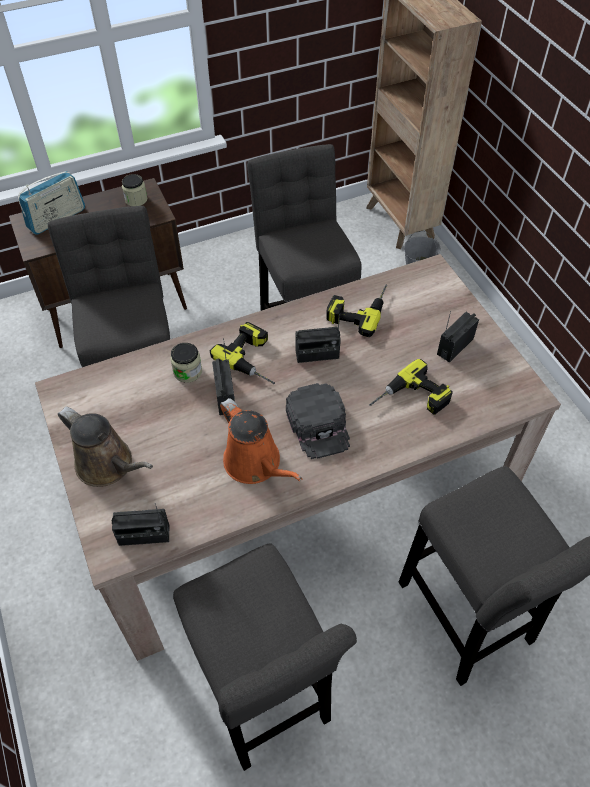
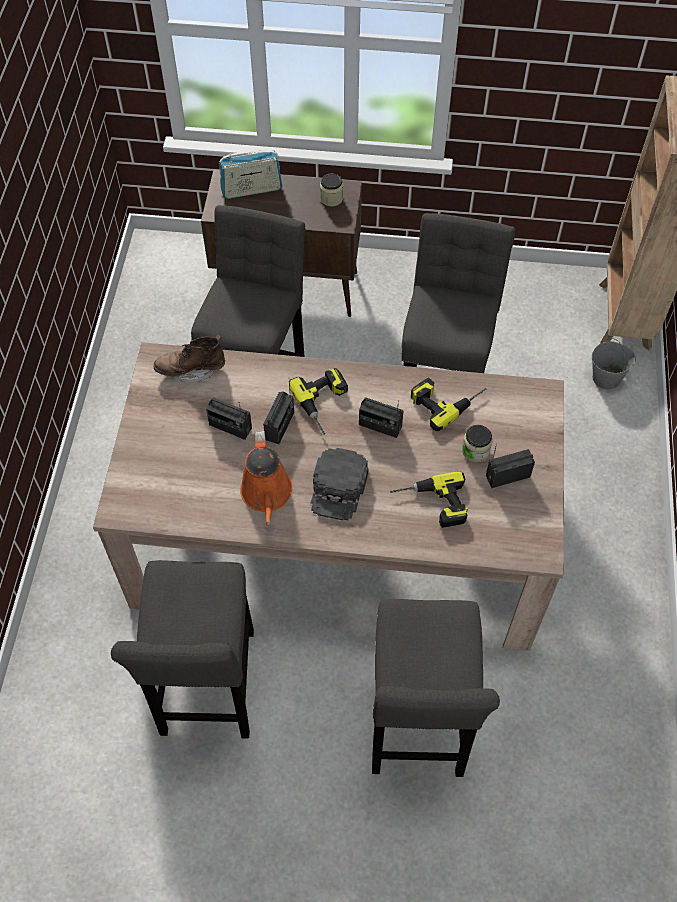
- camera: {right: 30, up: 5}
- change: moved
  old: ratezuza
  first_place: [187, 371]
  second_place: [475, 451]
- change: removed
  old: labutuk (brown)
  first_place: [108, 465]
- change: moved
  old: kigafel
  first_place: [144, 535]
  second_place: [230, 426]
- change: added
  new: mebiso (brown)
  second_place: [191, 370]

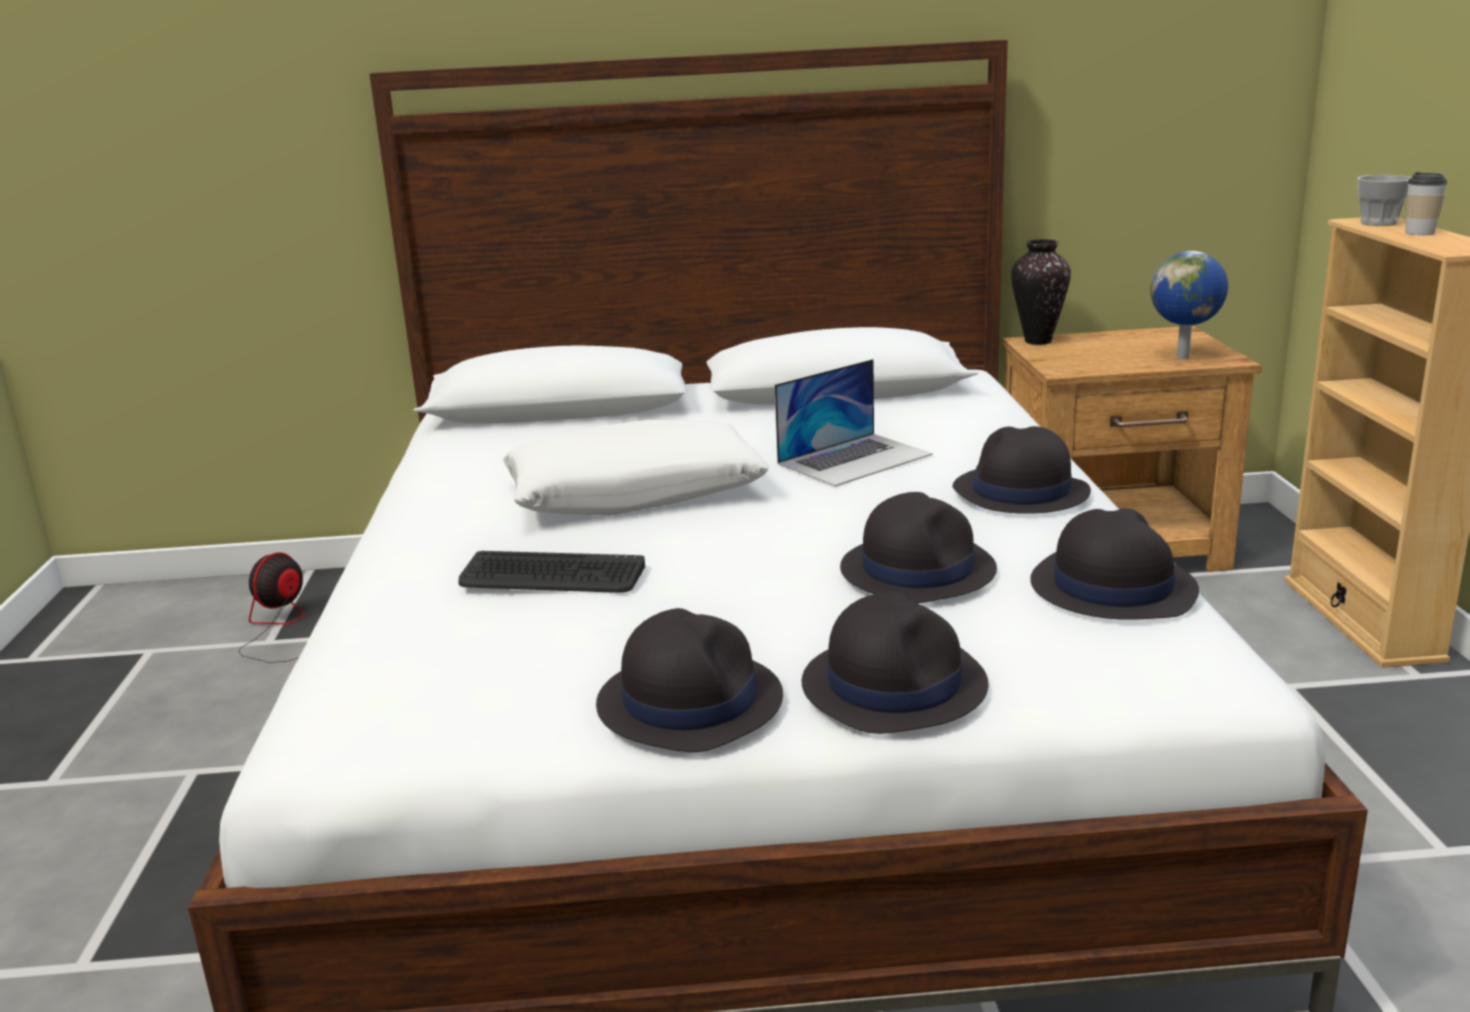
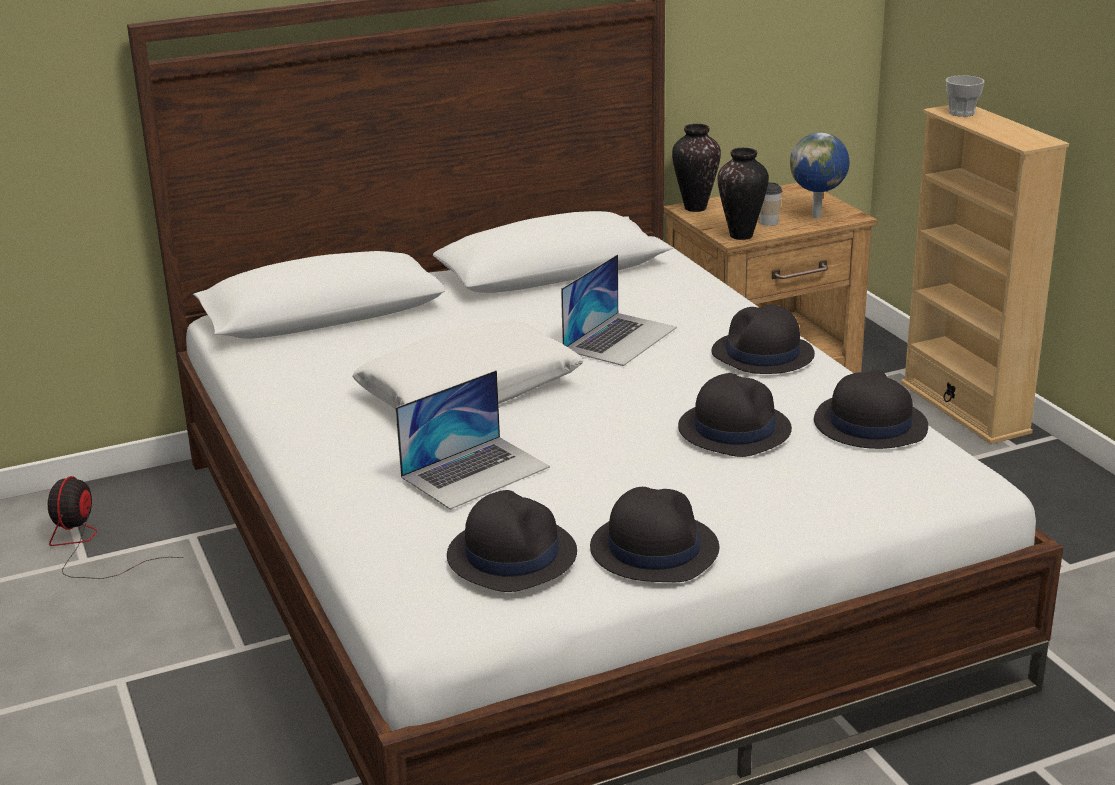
- camera: {right: -20, up: 5}
- change: moved
  old: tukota
  first_place: [1419, 233]
  second_place: [768, 222]
- change: replaced
  old: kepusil
  new: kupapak
  first_place: [551, 576]
  second_place: [475, 472]
- change: moved
  old: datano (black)
  first_place: [894, 684]
  second_place: [511, 554]
- change: added
  new: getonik
  second_place: [741, 236]

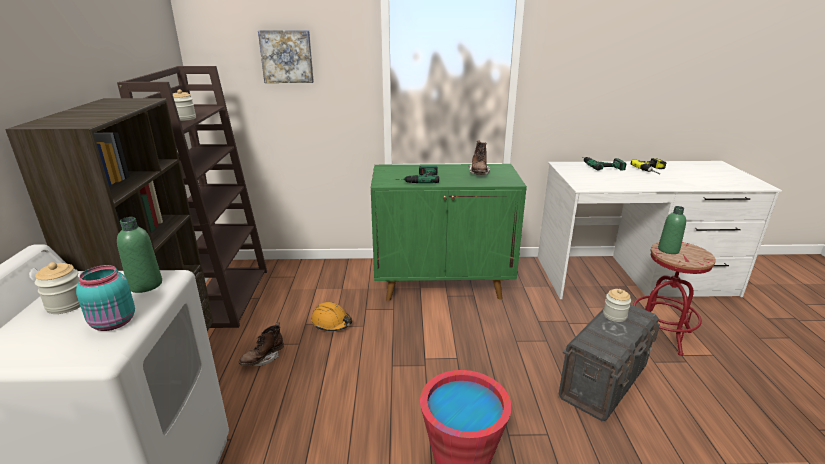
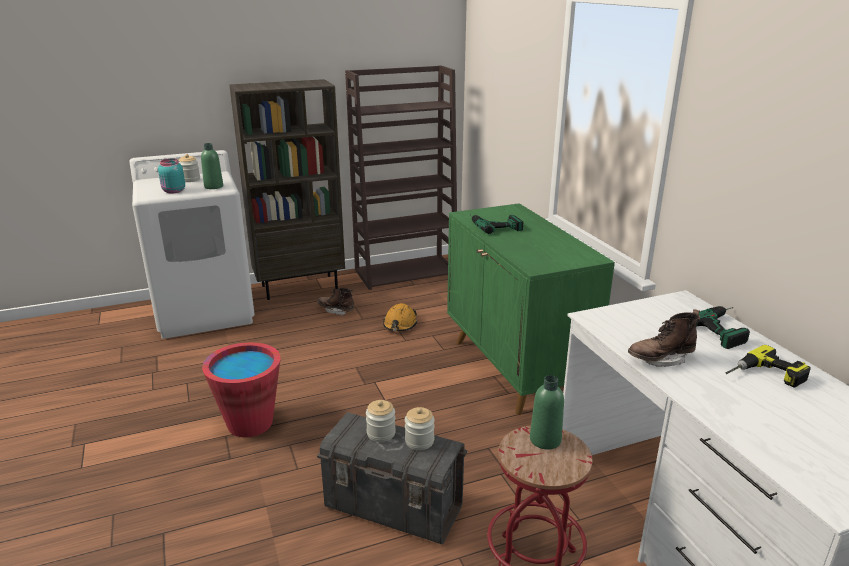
- camera: {right: 70, up: 0}
- change: removed
  old: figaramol
  first_place: [287, 56]
- change: moved
  old: ratezuza
  first_place: [185, 118]
  second_place: [381, 433]
- change: moved
  old: mebiso (brown)
  first_place: [479, 173]
  second_place: [660, 359]

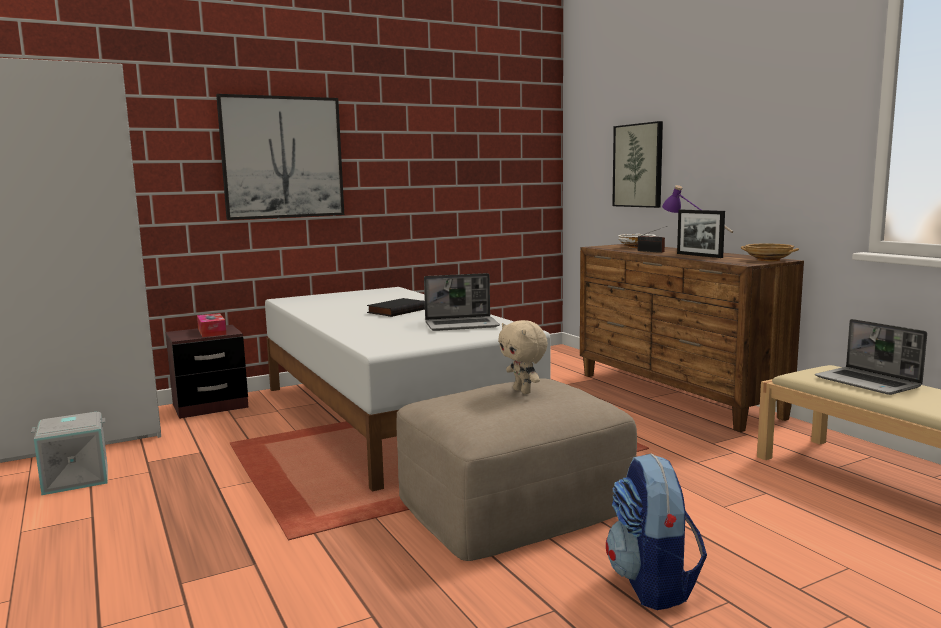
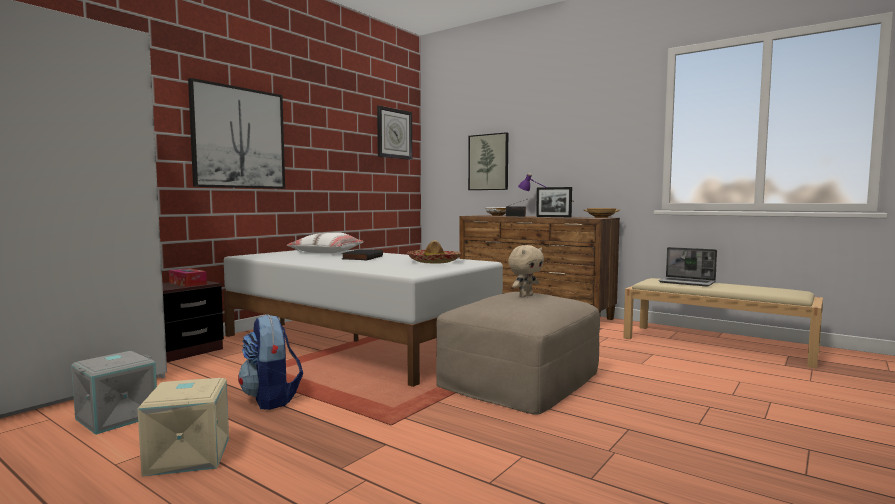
- camera: {right: -25, up: -5}
- change: replaced
  old: kupapak
  new: datano
  first_place: [462, 325]
  second_place: [434, 262]
- change: turned
  old: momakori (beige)
  first_place: [523, 391]
  second_place: [525, 296]
  degrees: -75
- change: moved
  old: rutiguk
  first_place: [653, 584]
  second_place: [271, 399]
- change: added
  new: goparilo
  second_place: [394, 133]
- change: added
  new: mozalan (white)
  second_place: [326, 252]
- change: added
  new: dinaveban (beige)
  second_place: [186, 456]

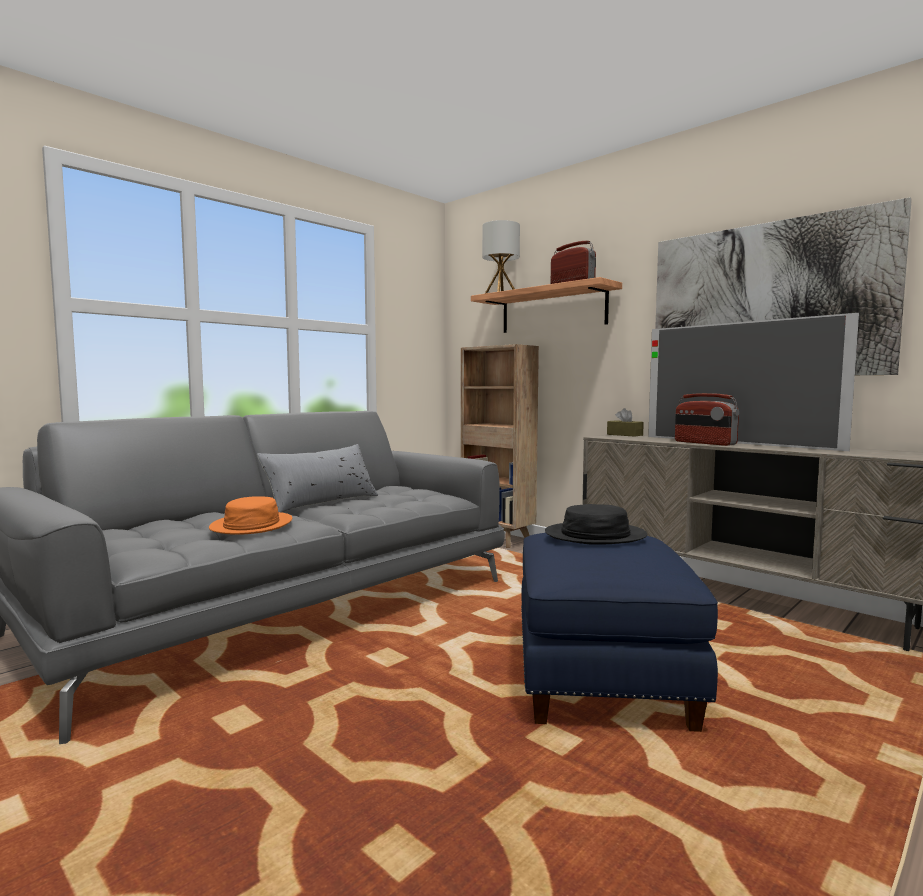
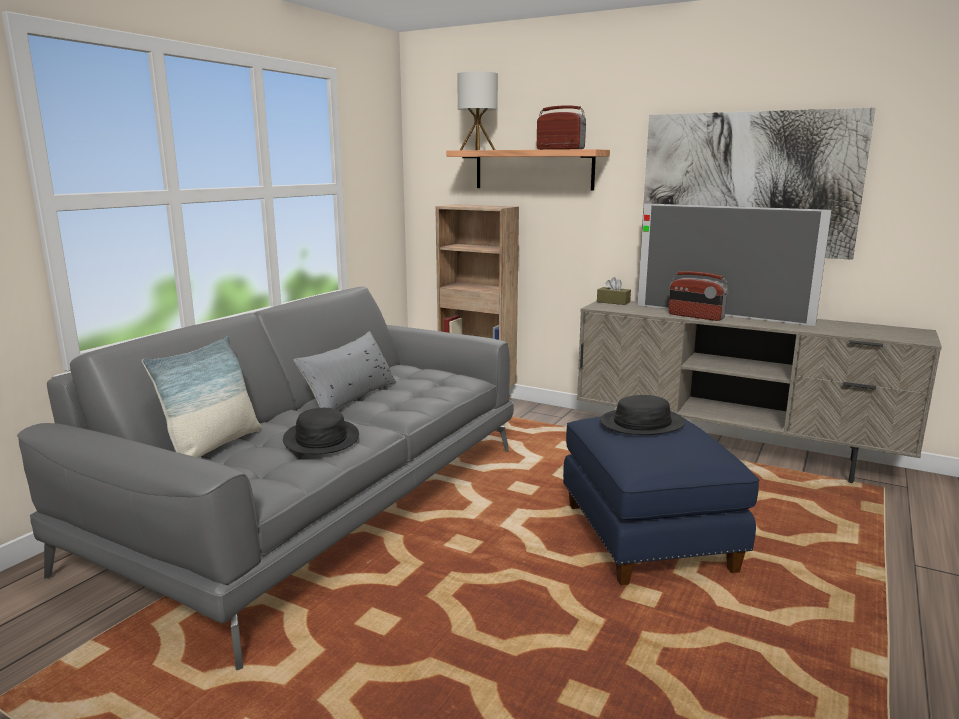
- camera: {right: -15, up: 10}
- change: recoloured
  old: datano (orange)
  new: datano (black)
  first_place: [251, 525]
  second_place: [321, 438]
- change: added
  new: mozalan
  second_place: [213, 446]

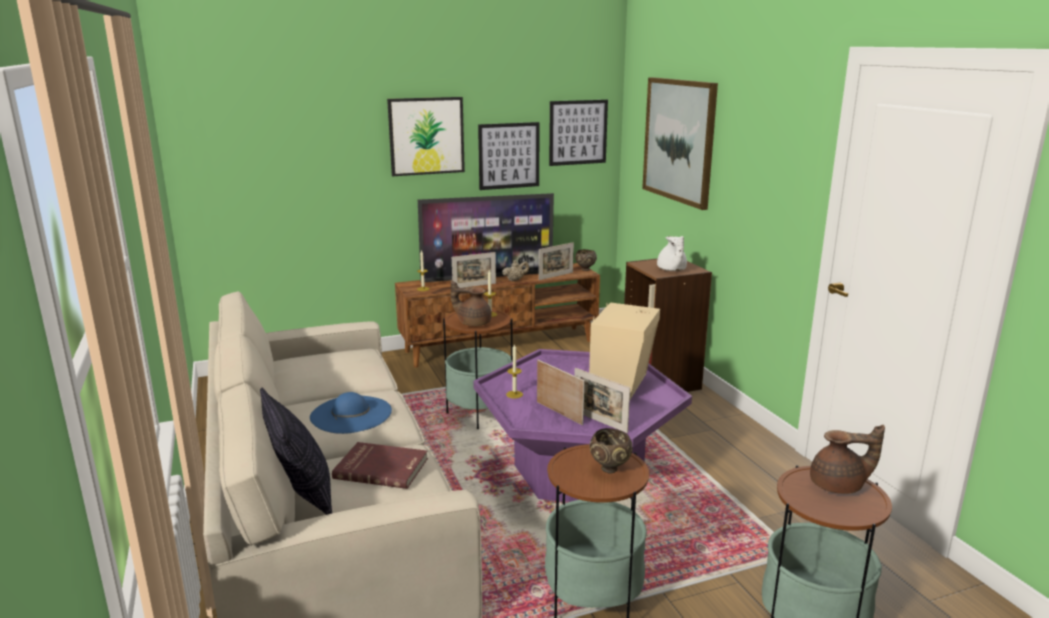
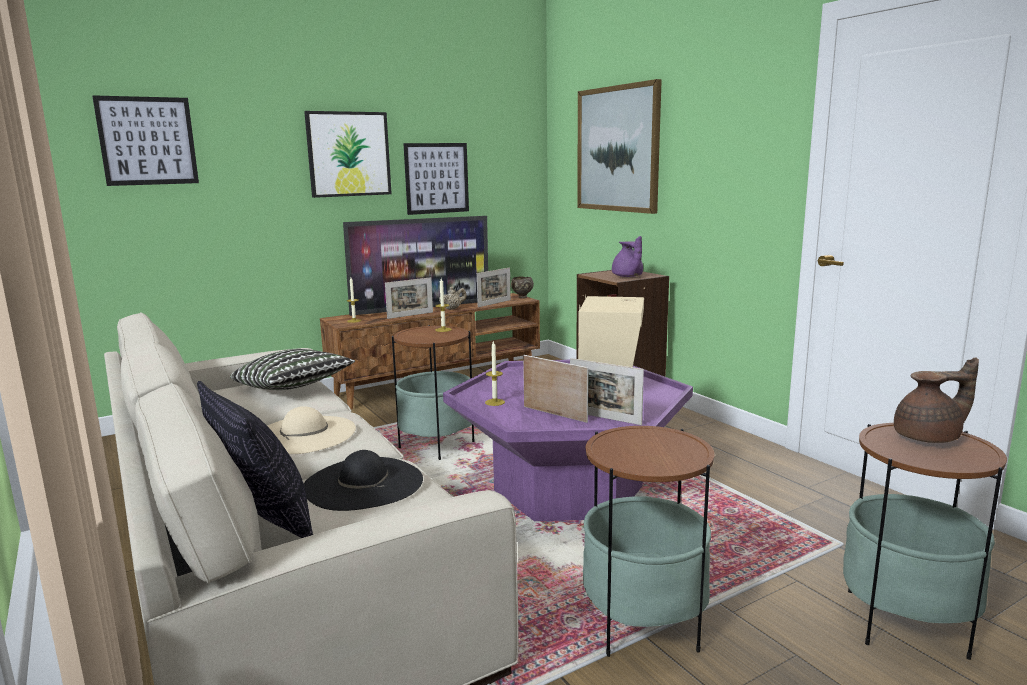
- camera: {right: -10, up: -5}
- change: moved
  old: figaramol
  first_place: [578, 132]
  second_place: [147, 141]
- change: recoloured
  old: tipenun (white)
  new: tipenun (purple)
  first_place: [671, 270]
  second_place: [627, 276]
- change: removed
  old: tipenun (brown)
  first_place: [473, 322]
- change: recoloured
  old: datano (blue)
  new: datano (beige)
  first_place: [351, 414]
  second_place: [304, 434]
- change: removed
  old: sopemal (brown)
  first_place: [610, 469]
- change: replaced
  old: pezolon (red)
  new: datano (black)
  first_place: [382, 467]
  second_place: [363, 483]
- change: added
  new: mozalan
  second_place: [293, 388]

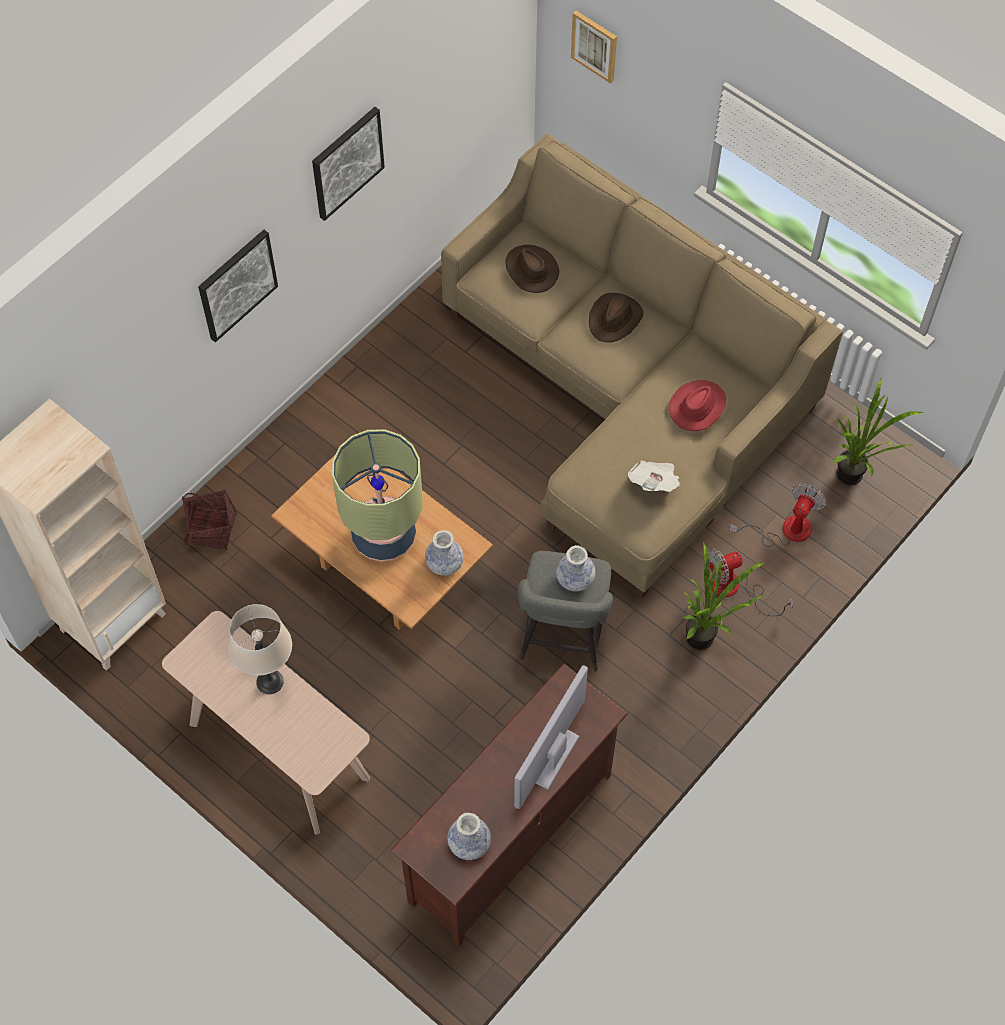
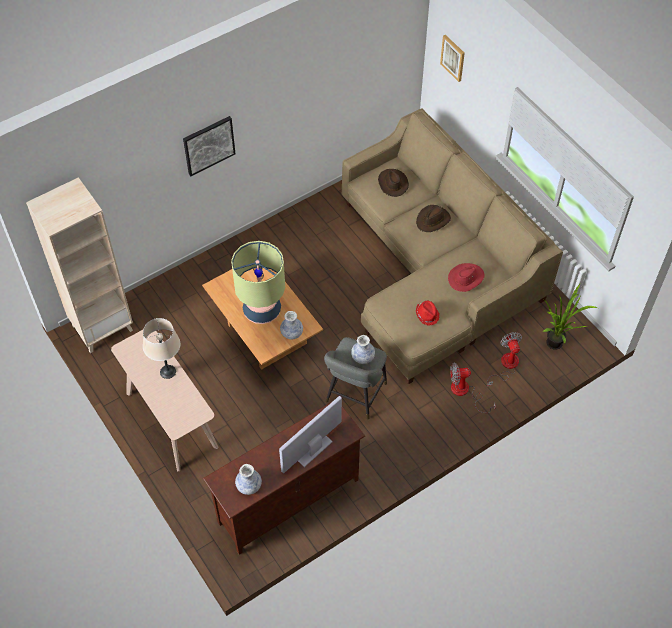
- camera: {right: 15, up: -5}
- change: removed
  old: figaramol
  first_place: [346, 162]
- change: replaced
  old: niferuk
  new: datano (red)
  first_place: [654, 482]
  second_place: [427, 315]
- change: turned
  old: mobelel
  first_place: [785, 530]
  second_place: [506, 366]
  degrees: -60
- change: removed
  old: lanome
  first_place: [211, 529]
- change: removed
  old: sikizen
  first_place: [706, 640]

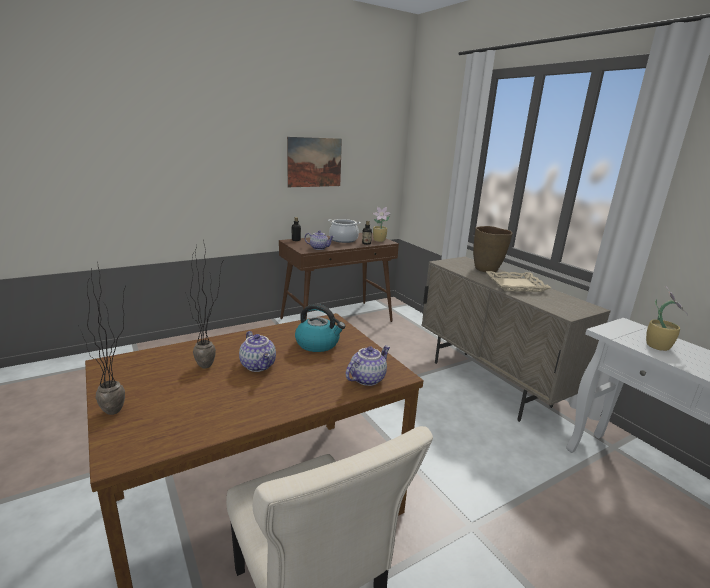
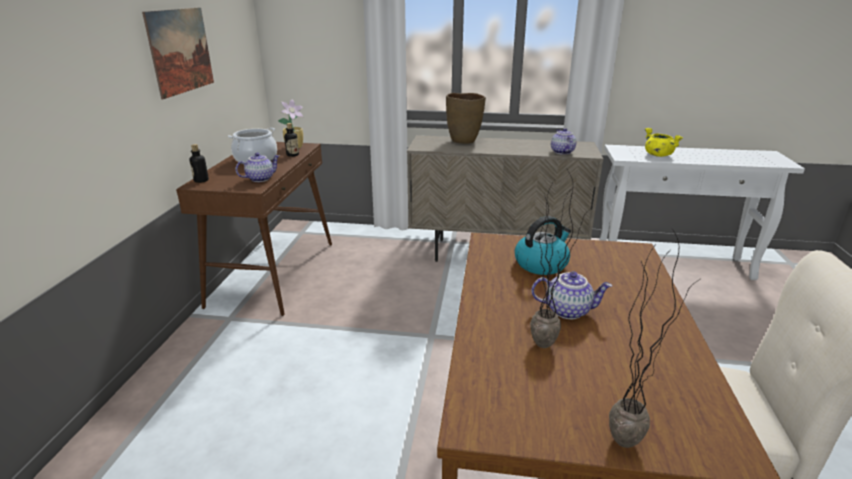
- camera: {right: -50, up: 5}
- change: removed
  old: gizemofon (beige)
  first_place: [516, 285]
- change: replaced
  old: sikizen
  new: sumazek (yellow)
  first_place: [658, 346]
  second_place: [658, 155]
- change: moved
  old: tipenun
  first_place: [367, 378]
  second_place: [561, 152]

